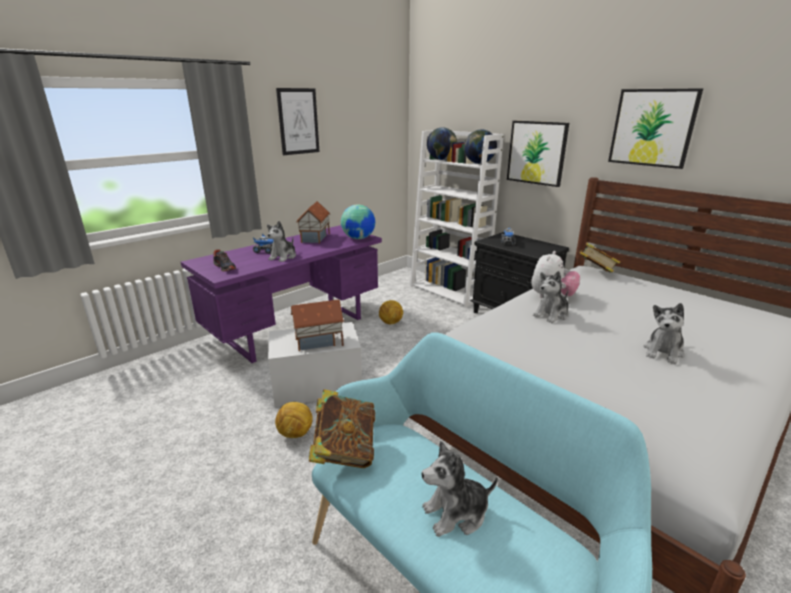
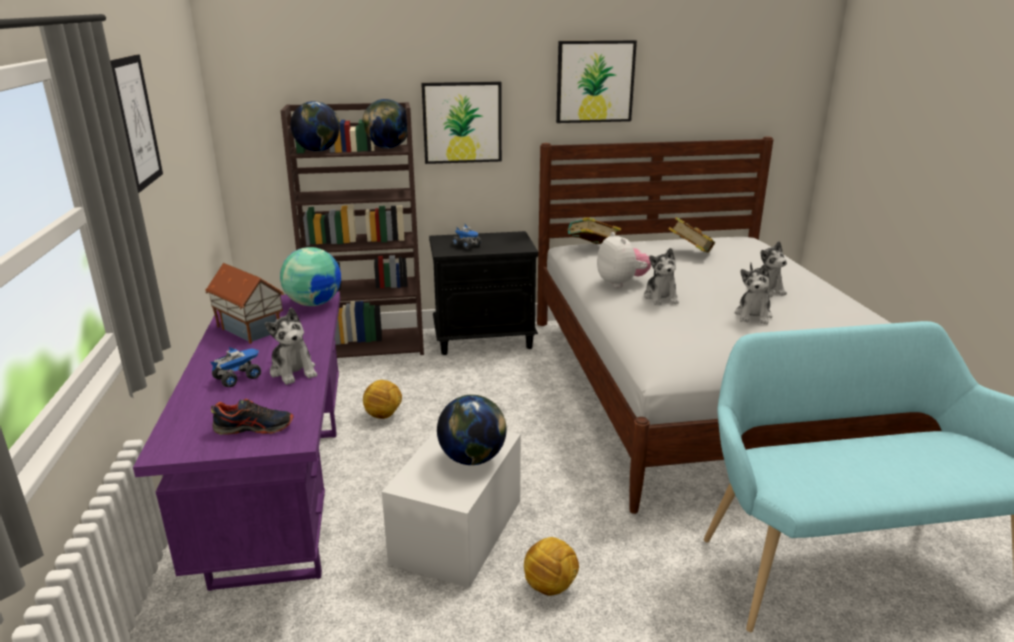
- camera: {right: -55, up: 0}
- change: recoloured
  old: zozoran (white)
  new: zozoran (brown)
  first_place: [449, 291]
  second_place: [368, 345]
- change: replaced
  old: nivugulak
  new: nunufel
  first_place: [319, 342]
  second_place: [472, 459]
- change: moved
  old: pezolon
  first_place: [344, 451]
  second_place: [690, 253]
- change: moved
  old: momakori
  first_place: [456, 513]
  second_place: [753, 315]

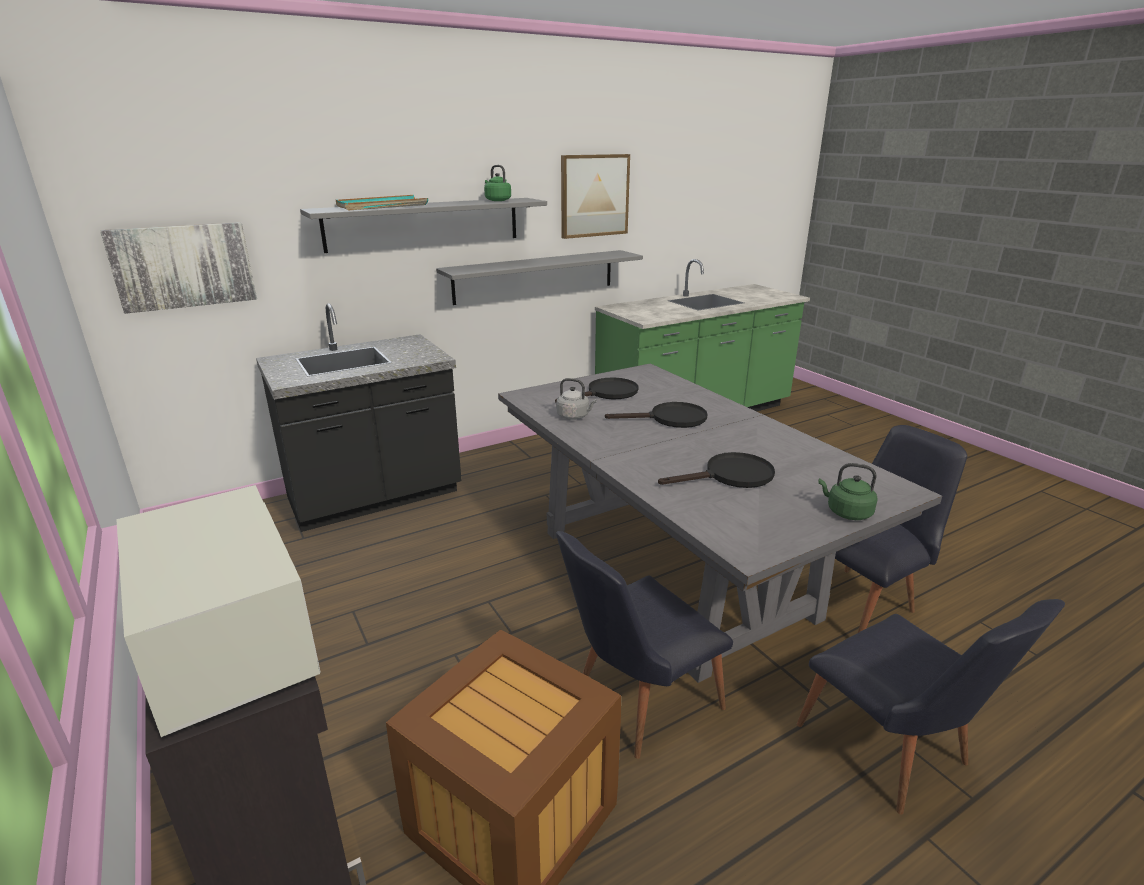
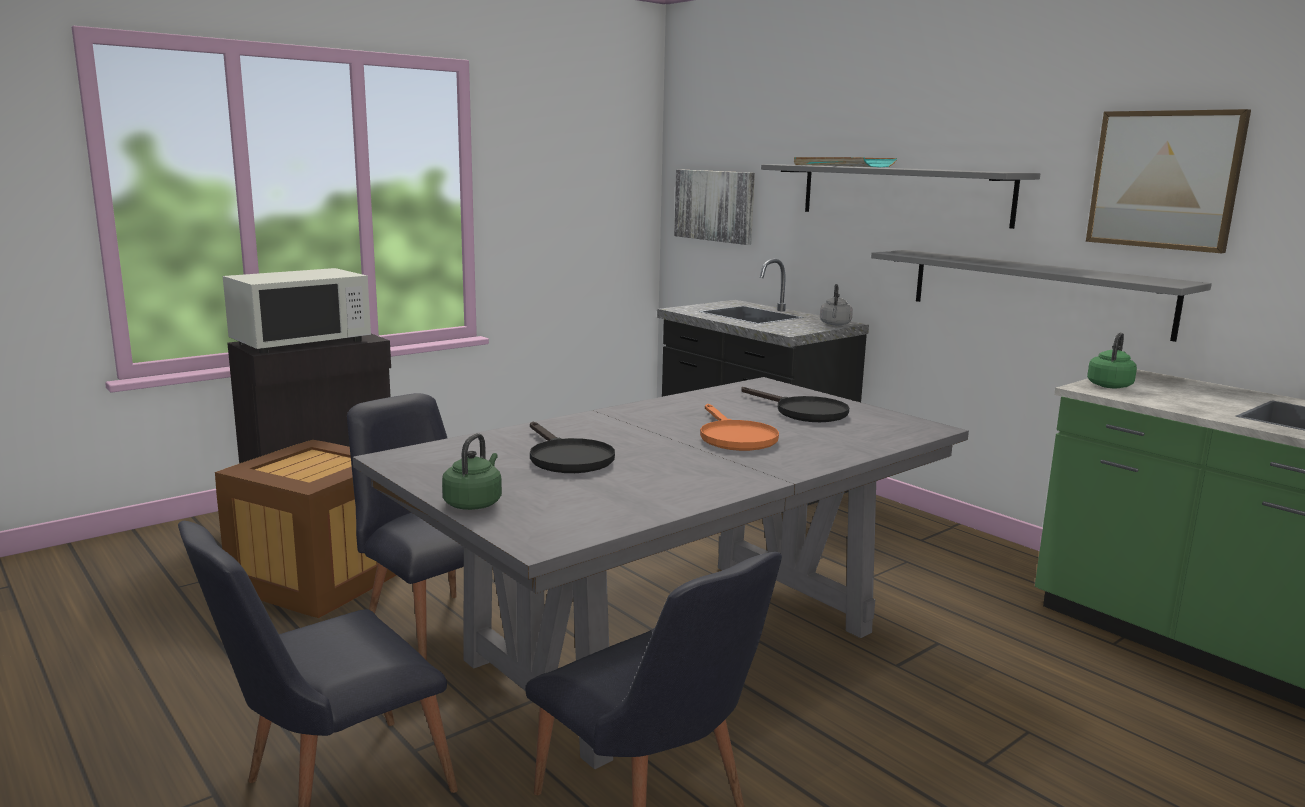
- camera: {right: 80, up: -10}
- change: moved
  old: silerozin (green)
  first_place: [497, 200]
  second_place: [1110, 385]
- change: moved
  old: silerozin (grey)
  first_place: [574, 416]
  second_place: [835, 324]
- change: recoloured
  old: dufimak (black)
  new: dufimak (orange)
  first_place: [670, 419]
  second_place: [734, 437]

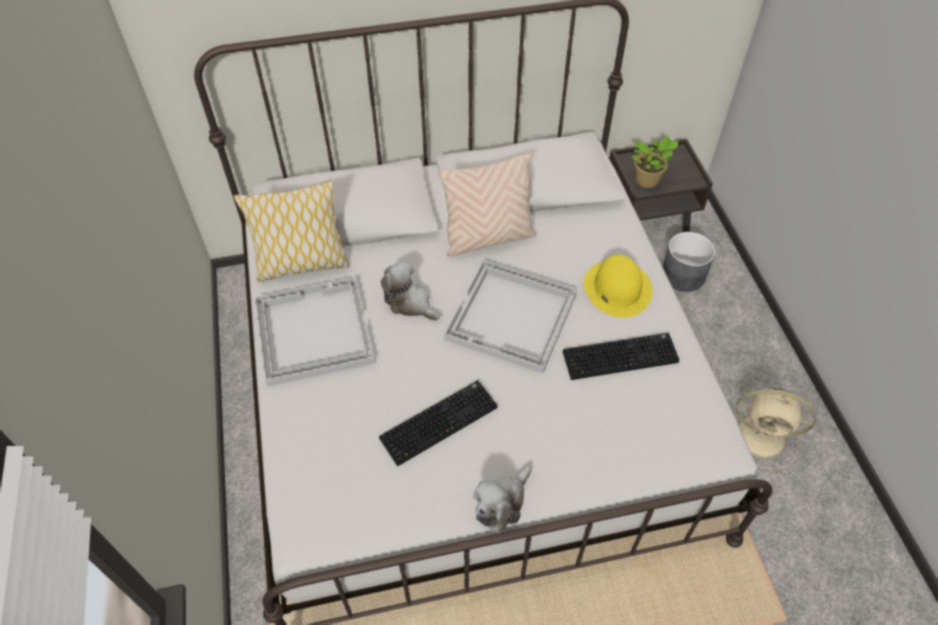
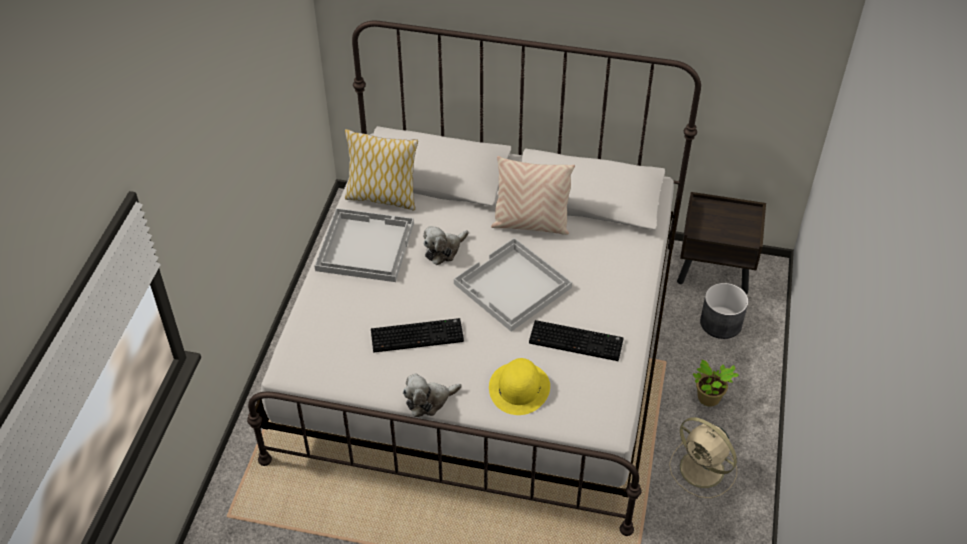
- camera: {right: 25, up: -5}
- change: moved
  old: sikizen
  first_place: [647, 181]
  second_place: [709, 399]
- change: moved
  old: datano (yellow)
  first_place: [617, 288]
  second_place: [519, 387]
- change: turned
  old: momakori
  first_place: [409, 303]
  second_place: [444, 250]
  degrees: -105

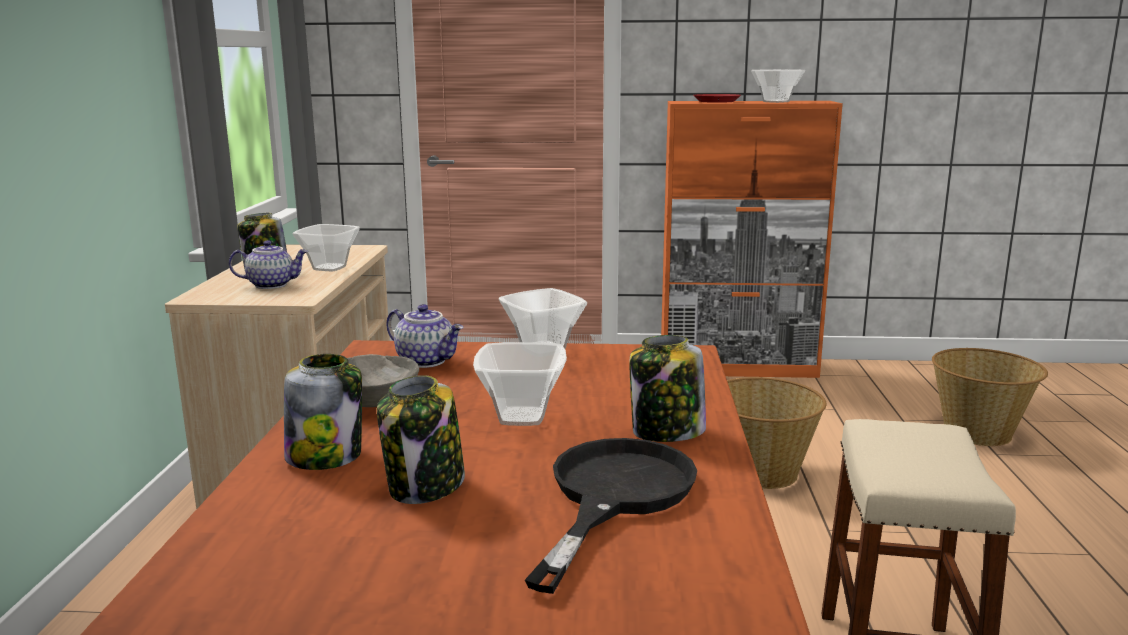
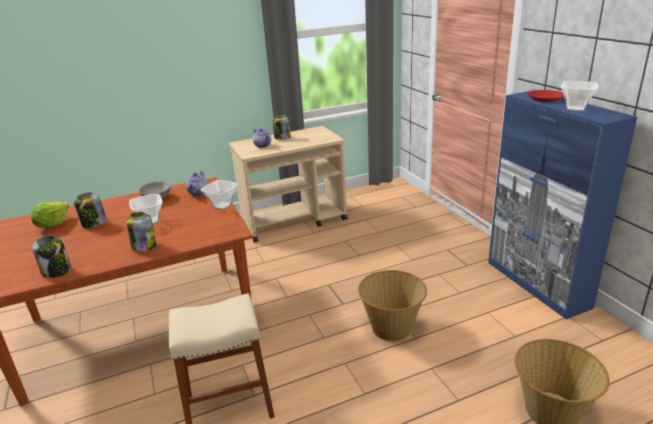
- camera: {right: 65, up: 10}
- change: recoloured
  old: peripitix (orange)
  new: peripitix (blue)
  first_place: [738, 368]
  second_place: [537, 284]
- change: removed
  old: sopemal
  first_place: [329, 268]
- change: moved
  old: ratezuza
  first_place: [326, 456]
  second_place: [57, 271]
- change: removed
  old: dufimak (black)
  first_place: [613, 496]
- change: added
  new: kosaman
  second_place: [52, 224]

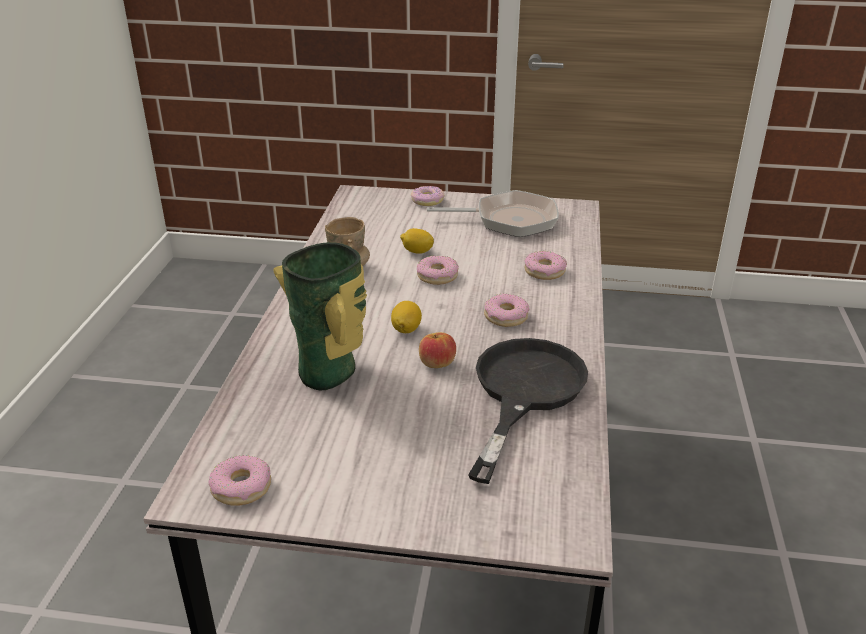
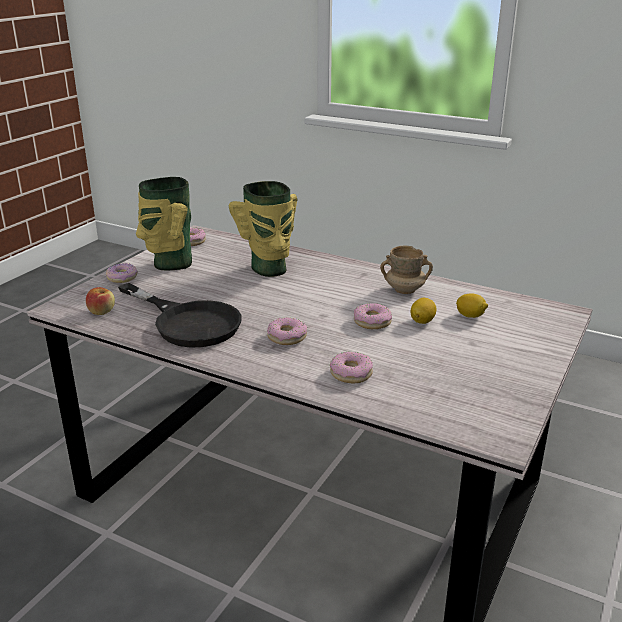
- camera: {right: 110, up: -5}
- change: moved
  old: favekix
  first_place: [427, 201]
  second_place: [122, 278]
- change: removed
  old: dufimak
  first_place: [509, 220]
- change: moved
  old: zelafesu
  first_place: [406, 329]
  second_place: [470, 316]
- change: moved
  old: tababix
  first_place: [436, 363]
  second_place: [102, 311]
- change: added
  new: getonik
  second_place: [170, 263]

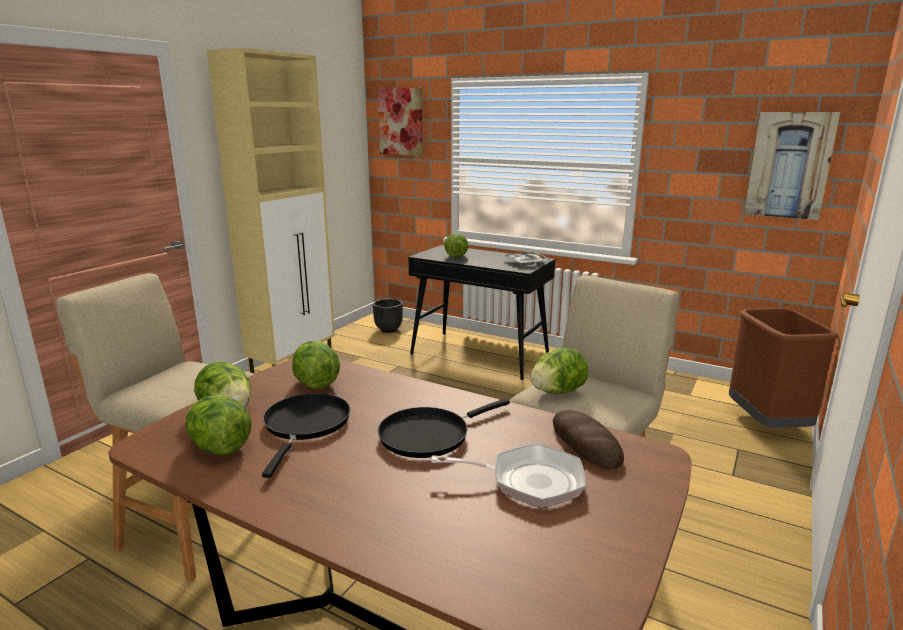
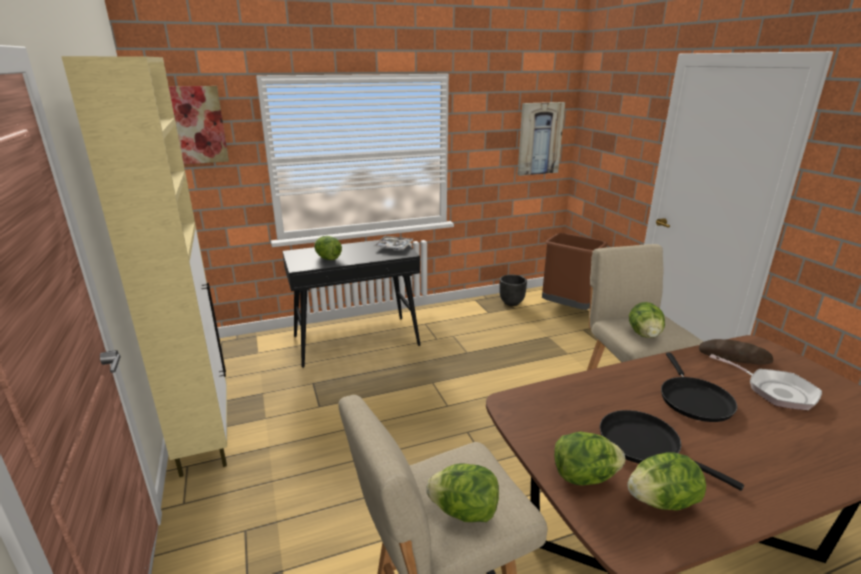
- camera: {right: -50, up: 5}
- change: moved
  old: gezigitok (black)
  first_place: [388, 329]
  second_place: [511, 302]
- change: moved
  old: kosaman
  first_place: [316, 383]
  second_place: [464, 511]
- change: turned
  old: dufimak
  first_place: [529, 481]
  second_place: [775, 391]
  degrees: 90

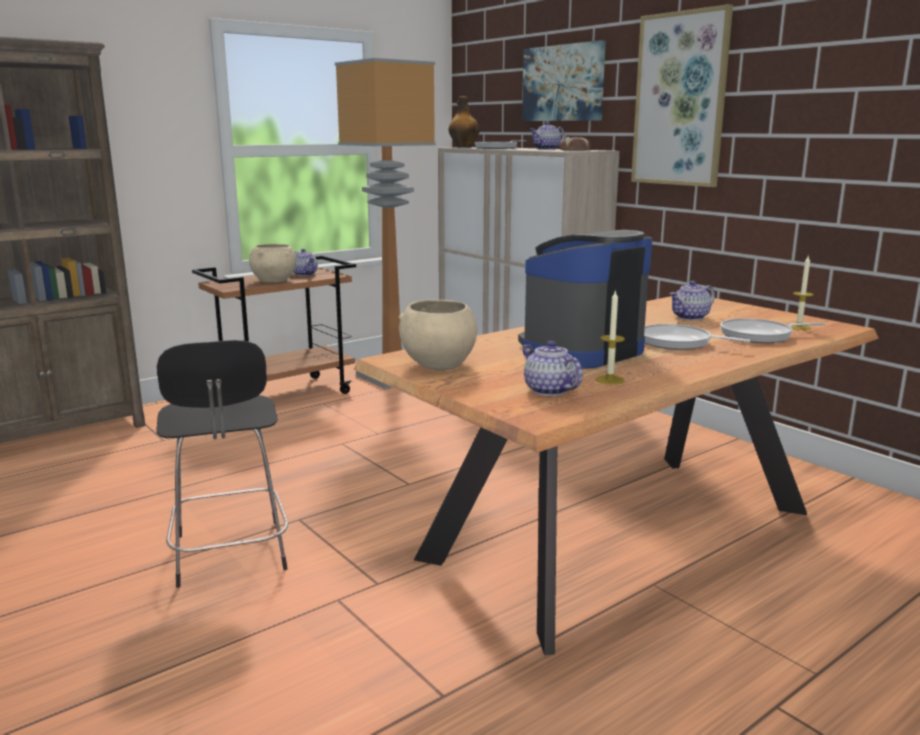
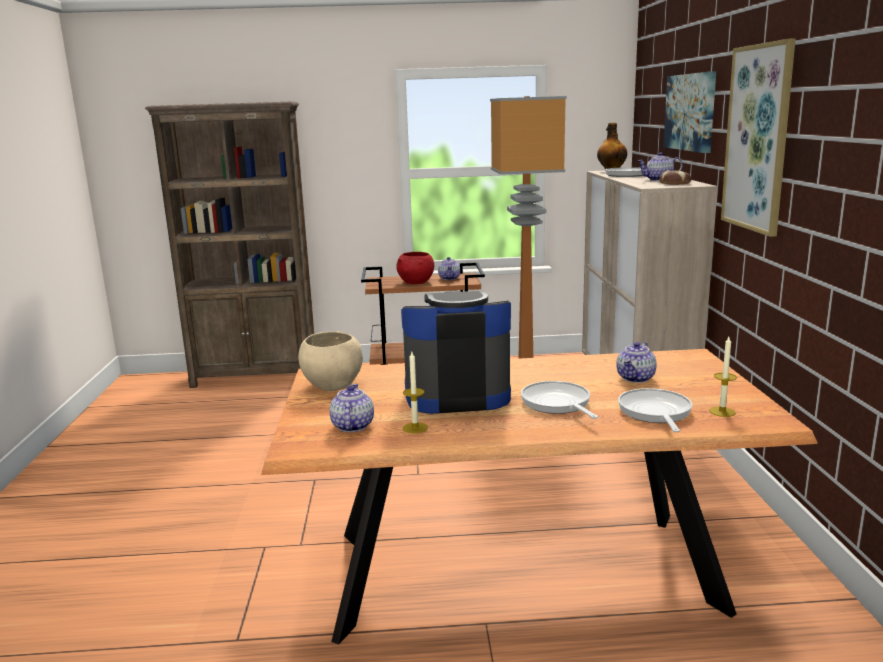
- camera: {right: 35, up: 0}
- change: recoloured
  old: sopemal (beige)
  new: sopemal (red)
  first_place: [274, 281]
  second_place: [416, 282]
- change: turned
  old: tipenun
  first_place: [690, 317]
  second_place: [636, 378]
  degrees: -60
- change: turned
  old: dufimak
  first_place: [760, 335]
  second_place: [655, 413]
  degrees: 60
- change: removed
  old: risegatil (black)
  first_place: [230, 555]

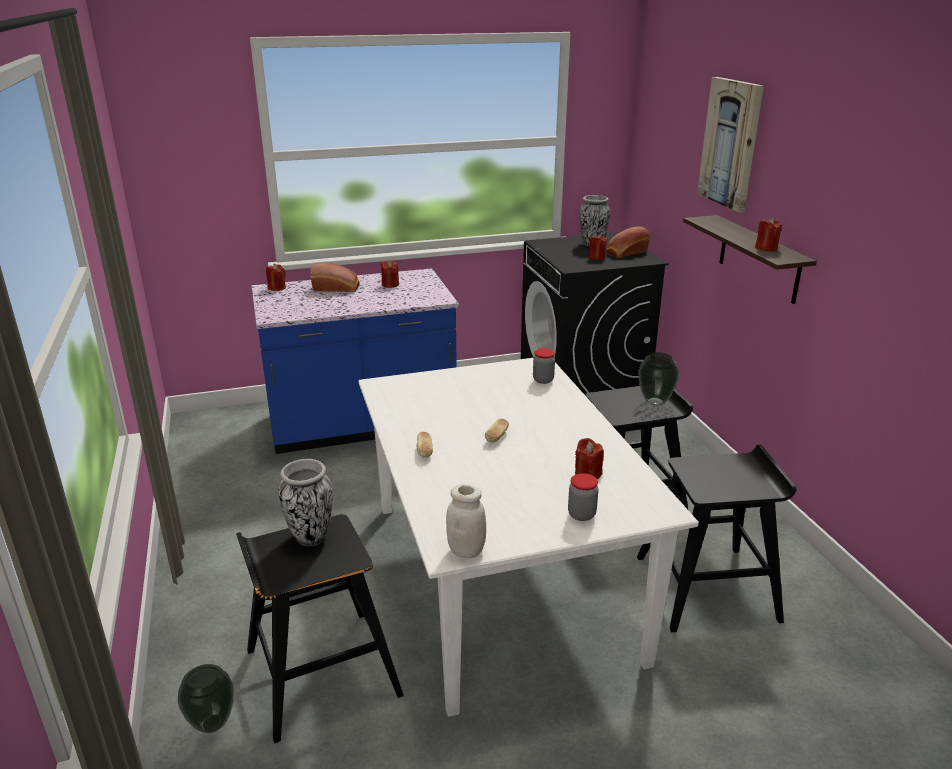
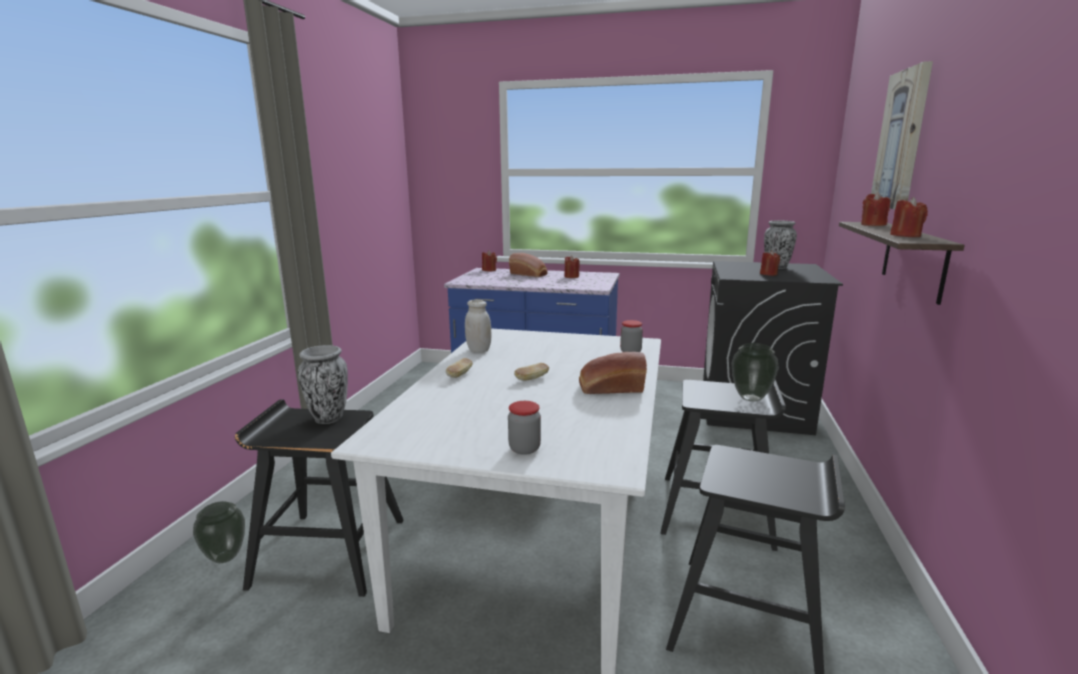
- camera: {right: 30, up: -10}
- change: moved
  old: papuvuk
  first_place: [626, 253]
  second_place: [610, 388]
- change: moved
  old: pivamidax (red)
  first_place: [587, 474]
  second_place: [873, 225]
- change: moved
  old: ratezuza (white)
  first_place: [466, 551]
  second_place: [478, 350]

